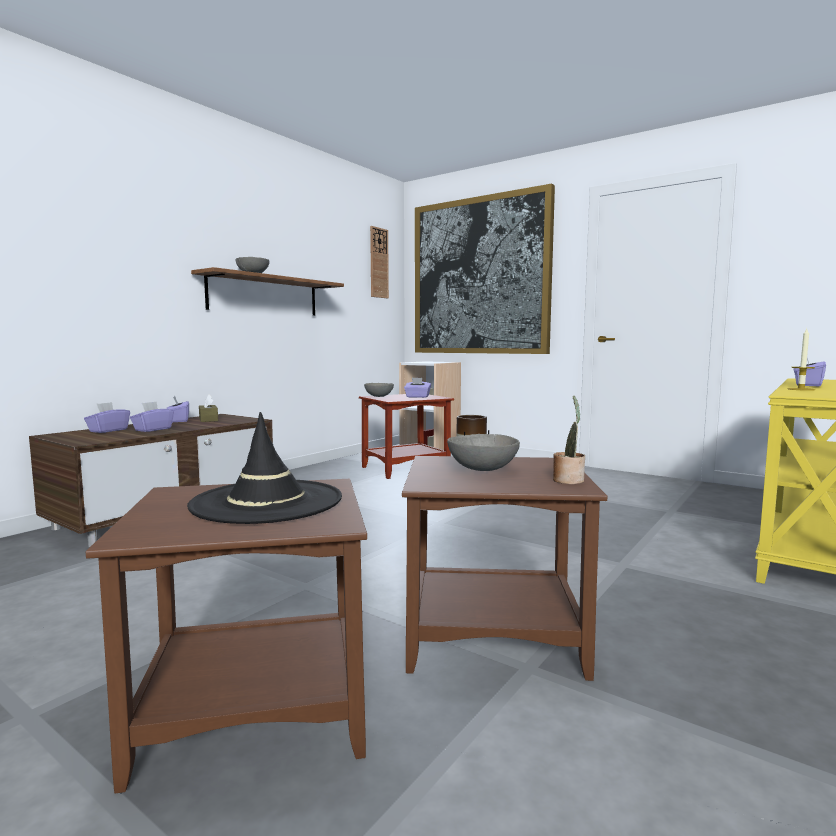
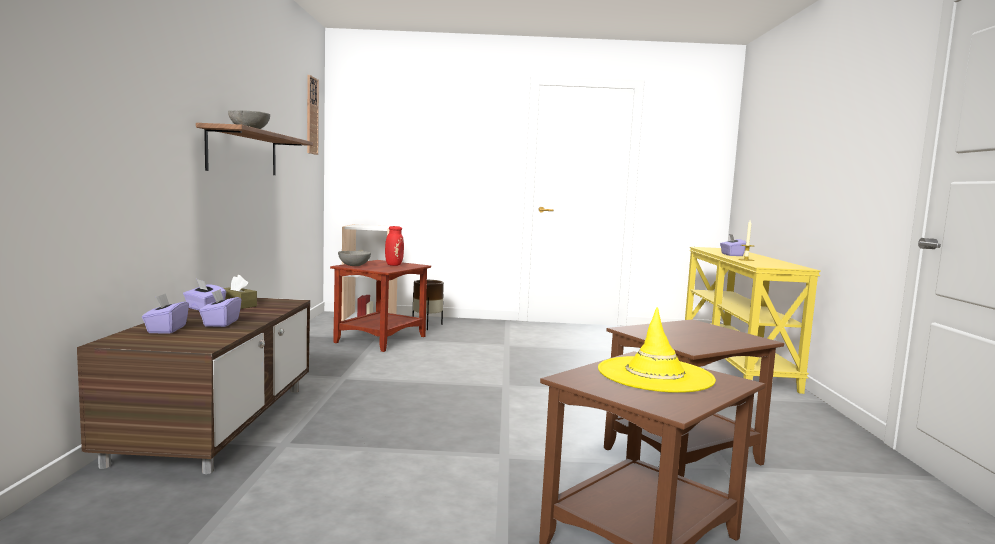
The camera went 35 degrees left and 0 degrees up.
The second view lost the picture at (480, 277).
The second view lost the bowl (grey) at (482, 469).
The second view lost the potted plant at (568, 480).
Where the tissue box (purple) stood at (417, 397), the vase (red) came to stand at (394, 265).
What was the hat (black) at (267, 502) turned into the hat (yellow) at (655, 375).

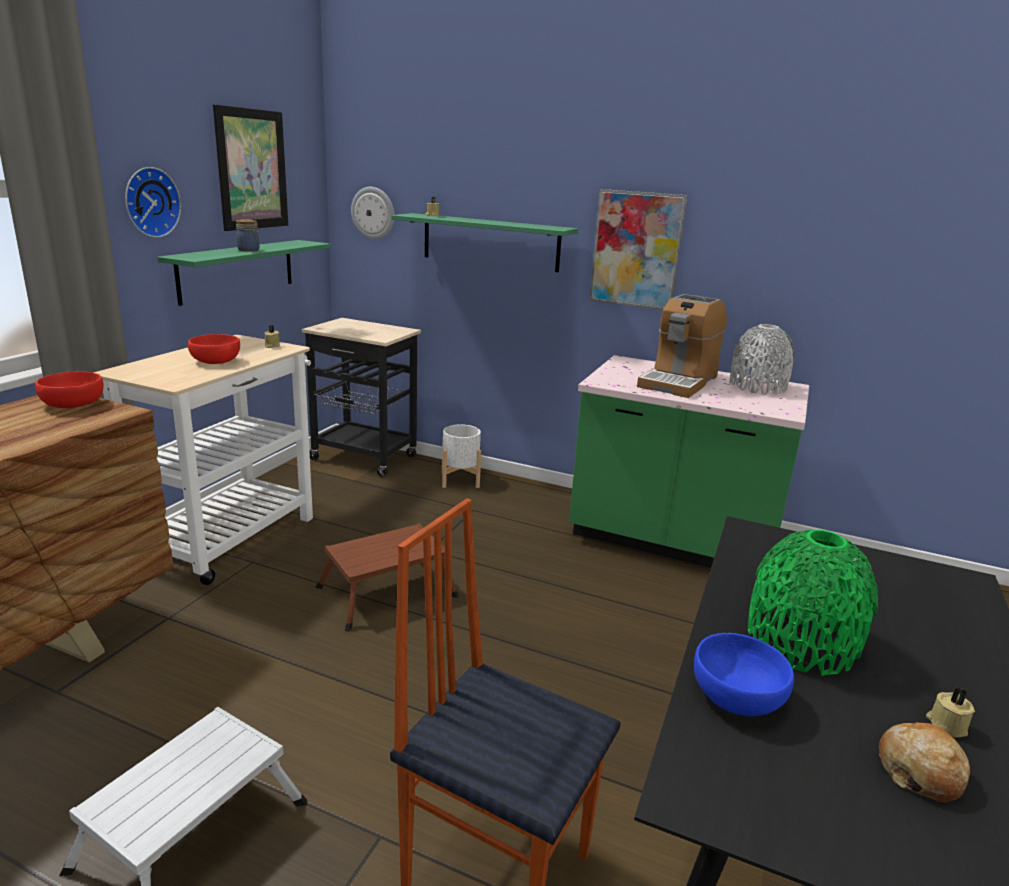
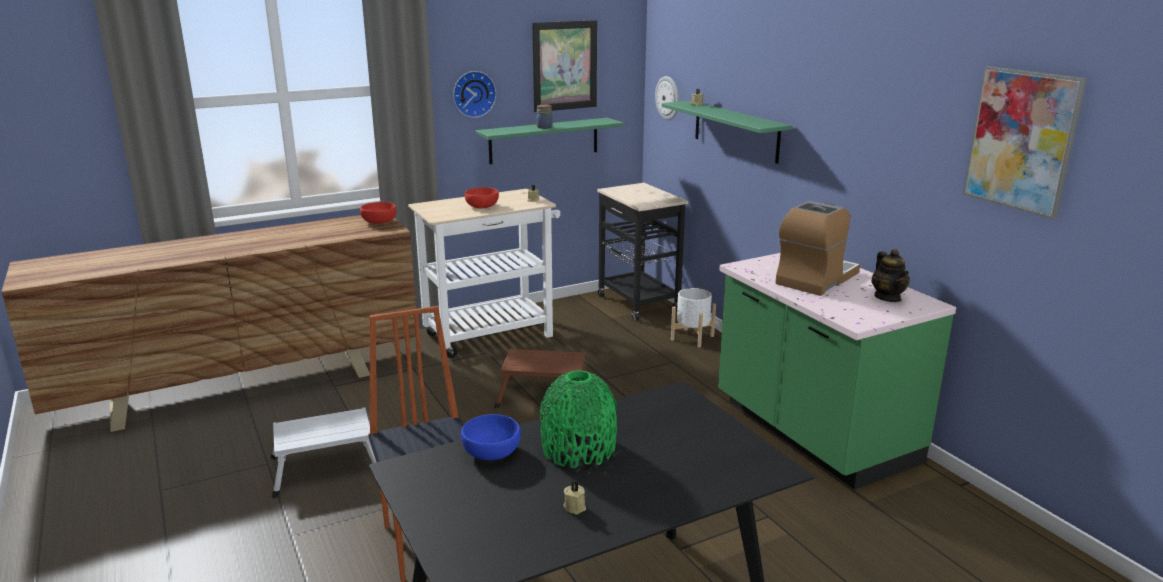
The camera went 40 degrees right and 0 degrees up.
The second view lost the bread at (920, 771).
The picture ended up elsewhere, having gone from (636, 249) to (1022, 140).
Where the vase (grey) stood at (757, 387), the teapot came to stand at (888, 297).
The coffee machine at (679, 381) ended up facing another way, 150 degrees clockwise from before.

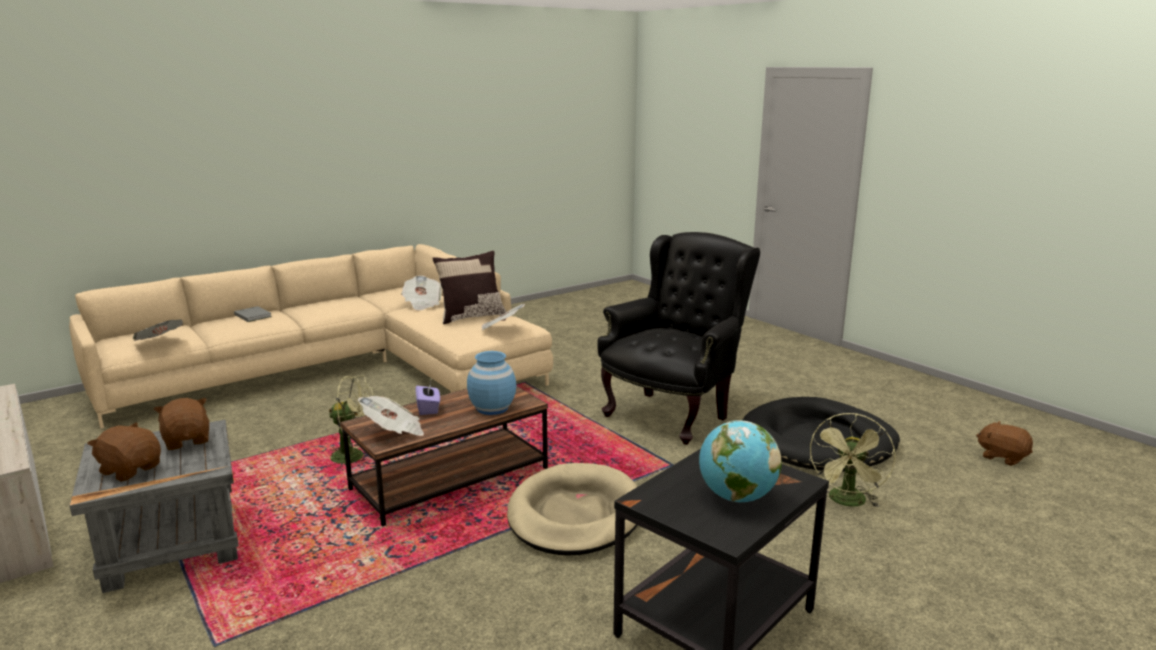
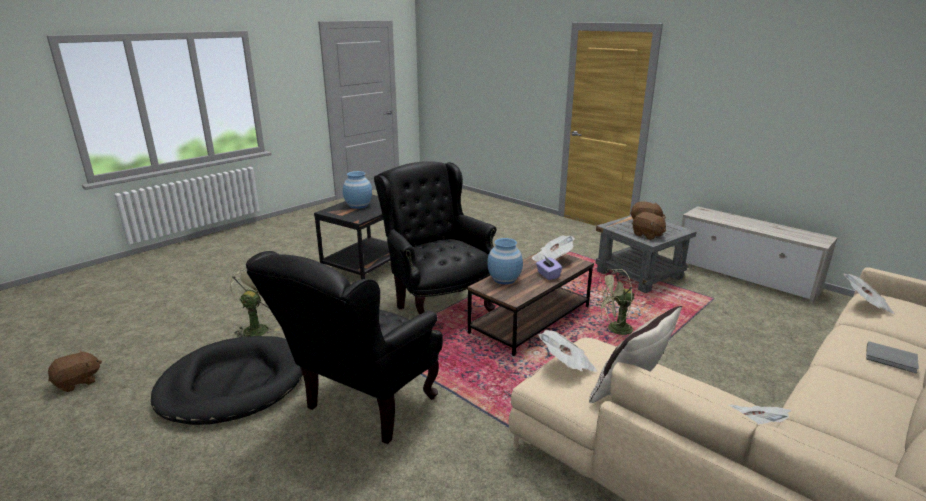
The camera went 170 degrees right and 5 degrees up.
Where the dog bed (beige) stood at (575, 515), the armchair (black) came to stand at (438, 305).
Where the globe stood at (736, 497), the vase (blue) came to stand at (358, 205).
The plush toy (brown) at (1002, 457) ended up facing another way, 75 degrees counterclockwise from before.

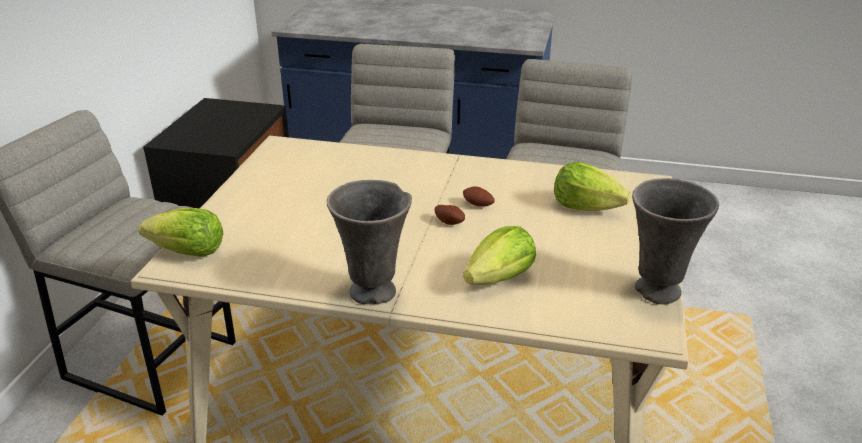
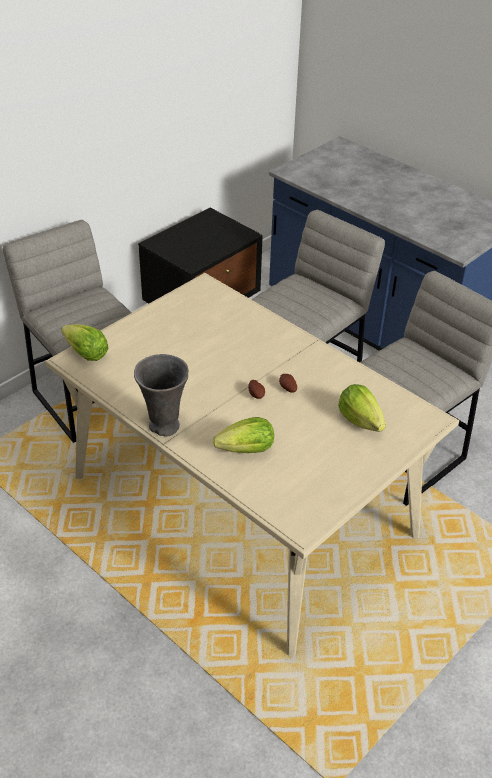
The camera went 30 degrees right and 10 degrees up.
The second view lost the vase (grey) at (657, 292).

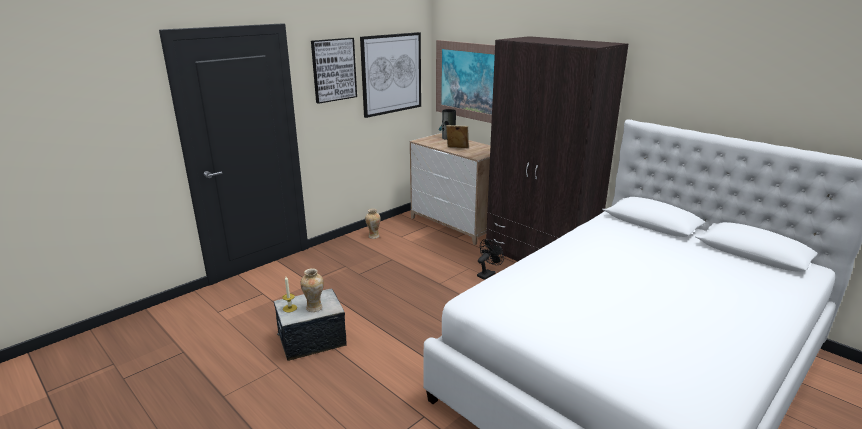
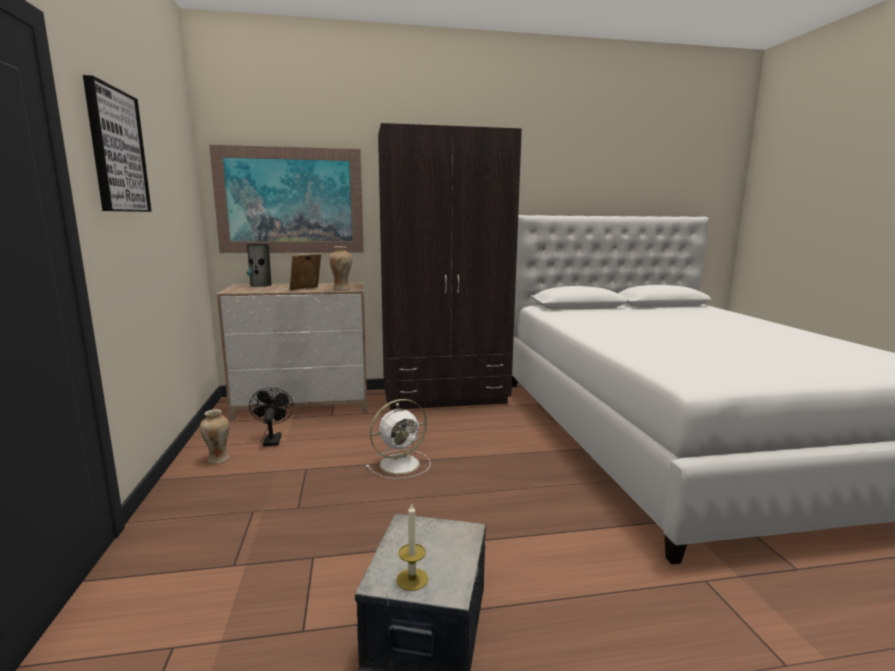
The camera went 55 degrees left and 10 degrees down.
The second view lost the picture at (391, 74).
The second view gained the fan (white) at (401, 464).
The vase ended up elsewhere, having gone from (314, 308) to (342, 289).
The fan (black) ended up elsewhere, having gone from (488, 274) to (272, 439).

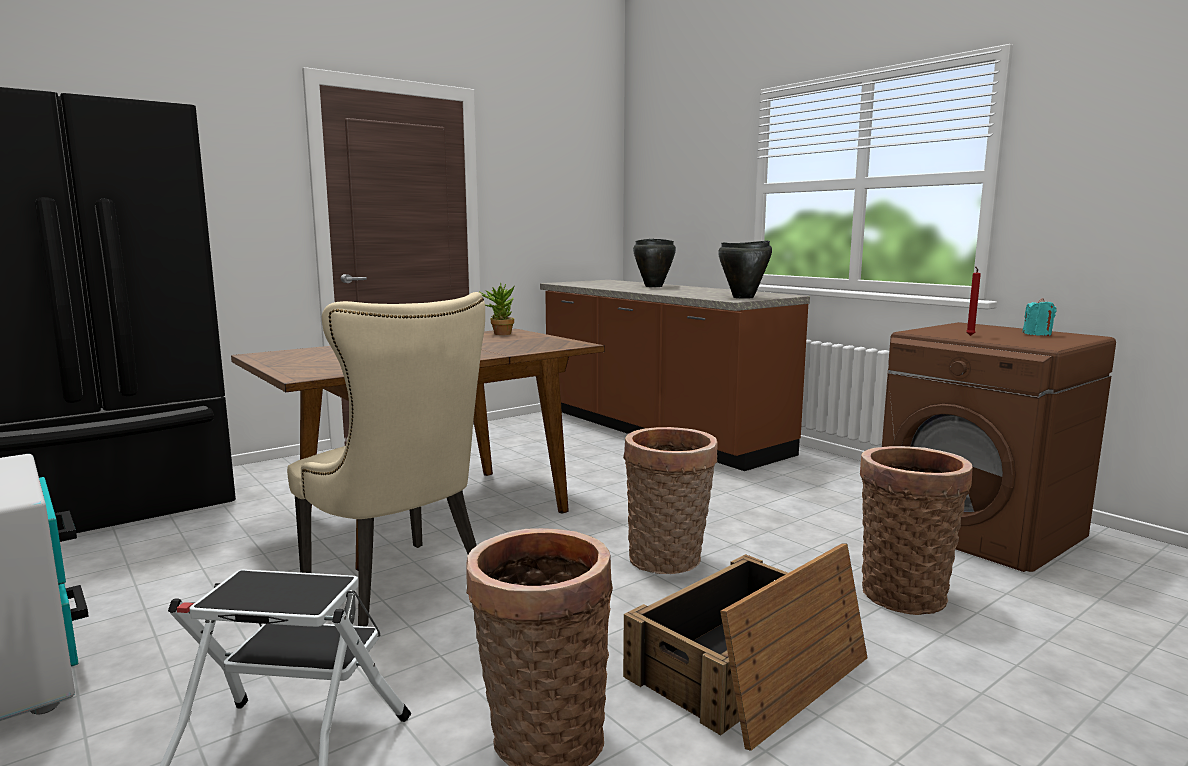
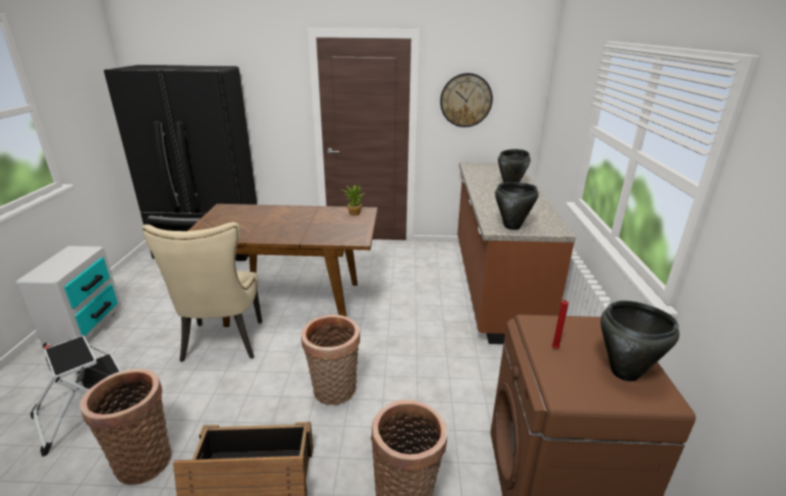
The camera went 40 degrees right and 15 degrees up.
The second view gained the wall clock at (466, 100).
Where the candle (turquoise) stood at (1037, 334), the cooking pot (black) came to stand at (625, 373).

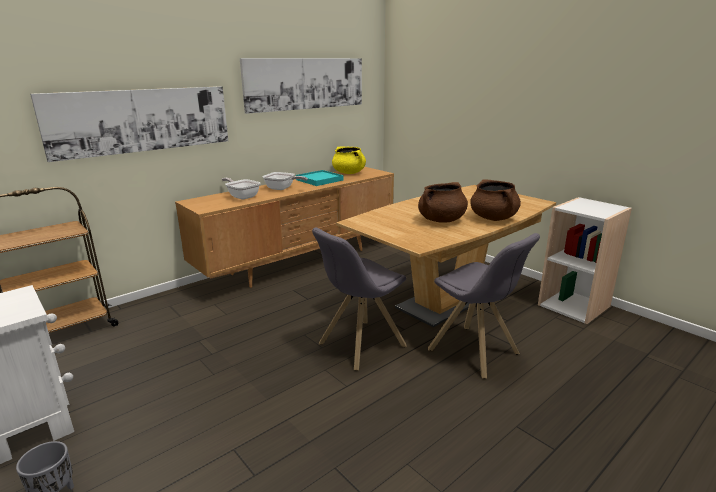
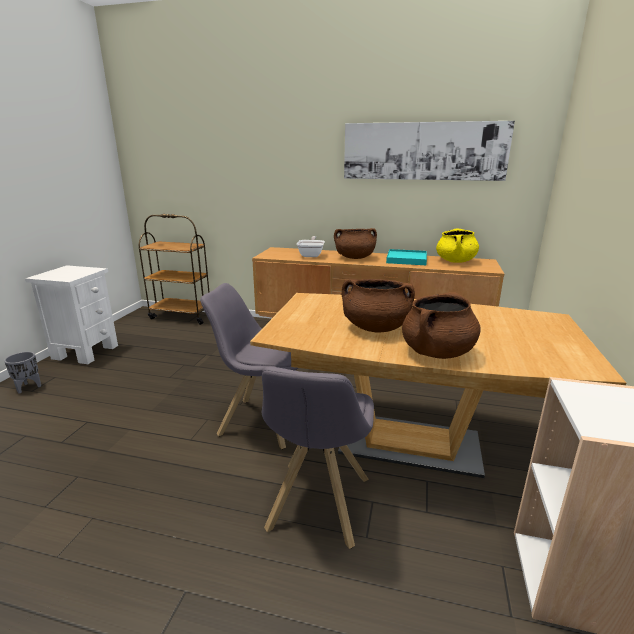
The camera went 55 degrees right and 0 degrees up.
The second view lost the picture at (142, 120).
Where the frying pan stood at (282, 189), the cooking pot (brown) came to stand at (354, 257).

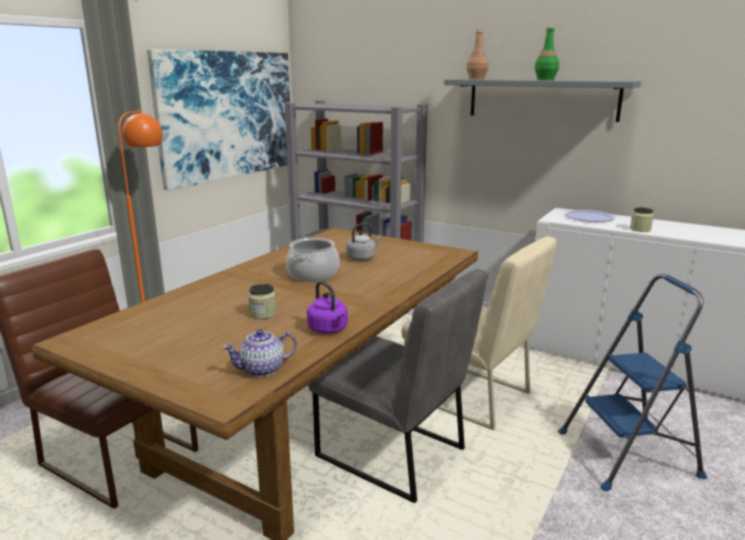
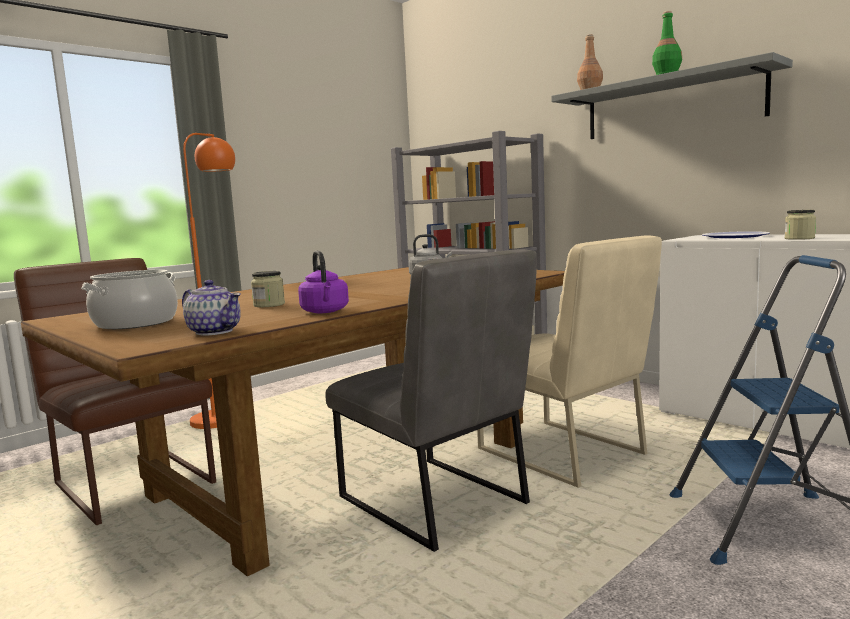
The camera went 15 degrees right and 10 degrees down.
The second view lost the picture at (228, 115).
The cooking pot ended up elsewhere, having gone from (313, 274) to (135, 323).
The teapot at (263, 369) ended up facing another way, 135 degrees counterclockwise from before.

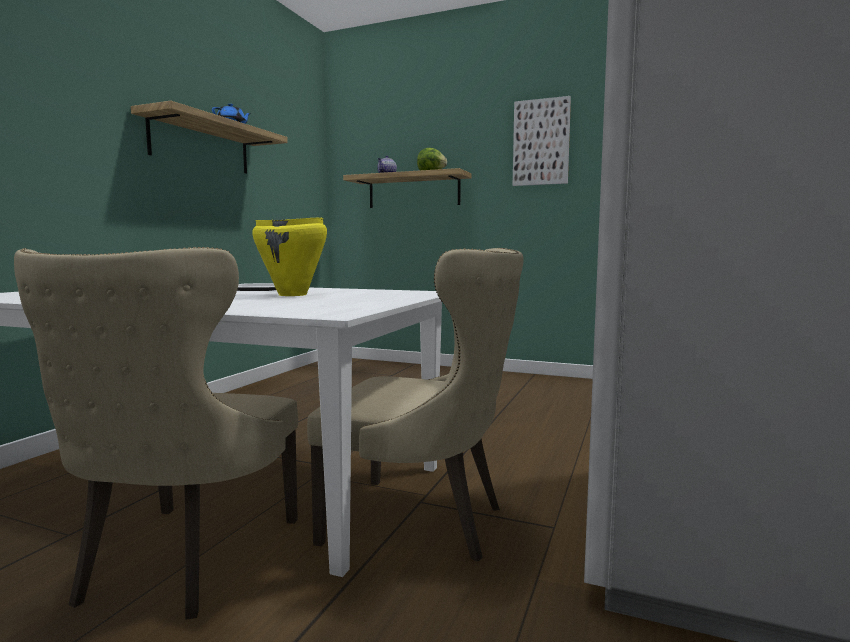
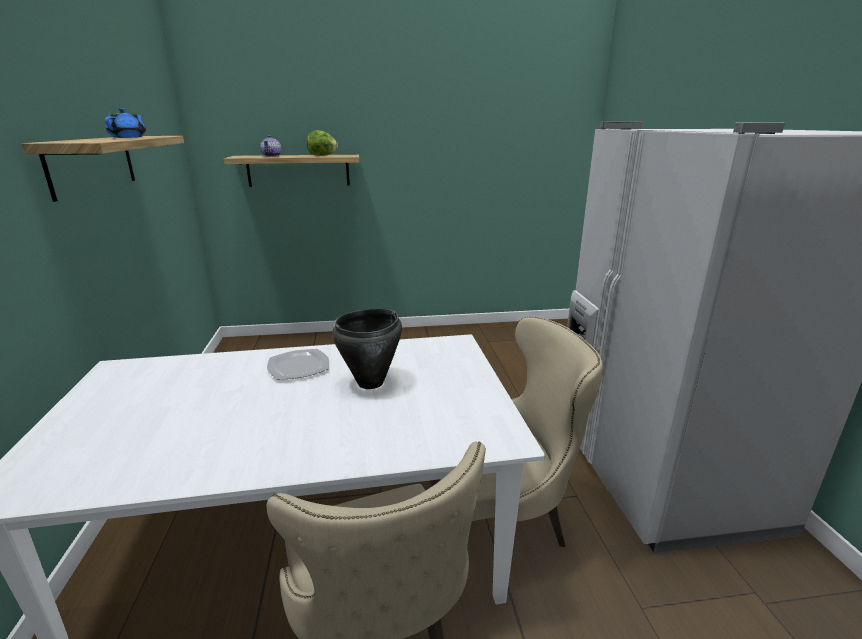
The camera went 30 degrees left and 15 degrees up.
The second view lost the picture at (541, 142).
What was the cooking pot (yellow) at (293, 295) turned into the cooking pot (black) at (371, 383).

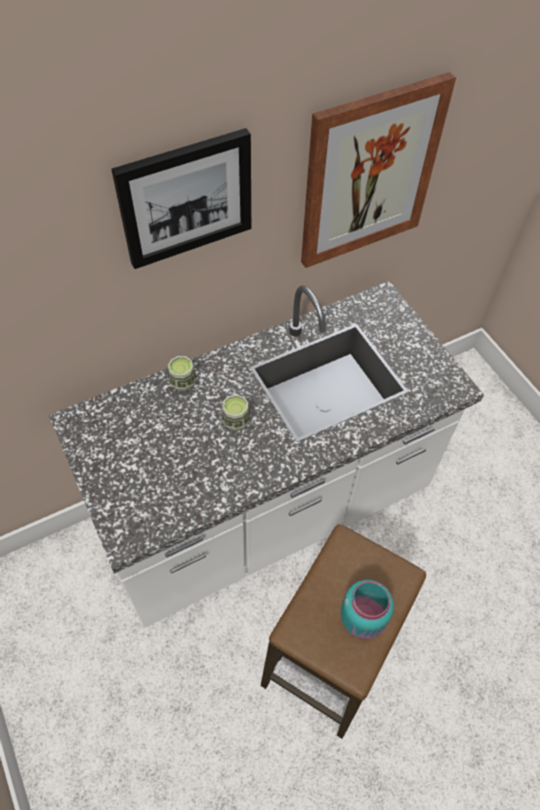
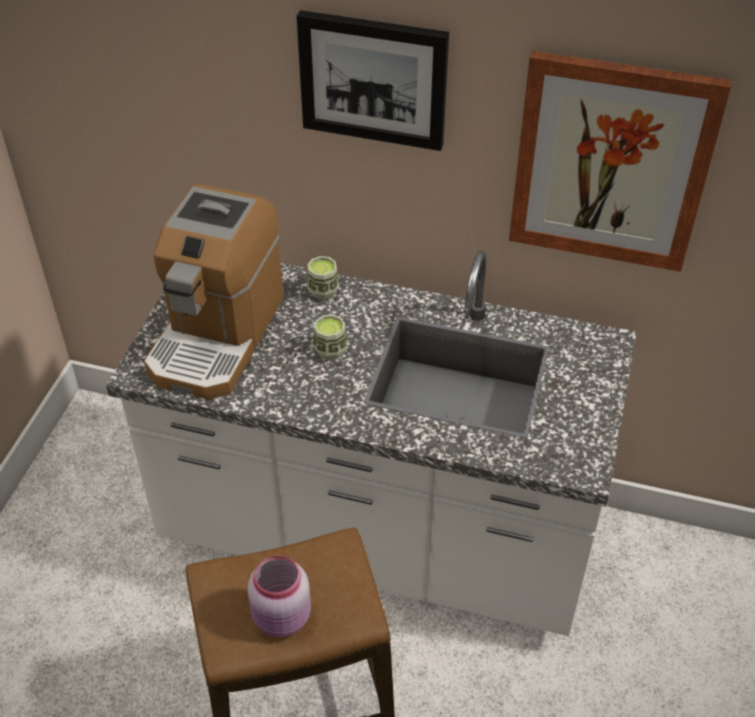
The camera went 45 degrees right and 10 degrees down.
The second view gained the coffee machine at (217, 335).
What was the jar (turquoise) at (364, 619) turned into the jar (pink) at (282, 619).

